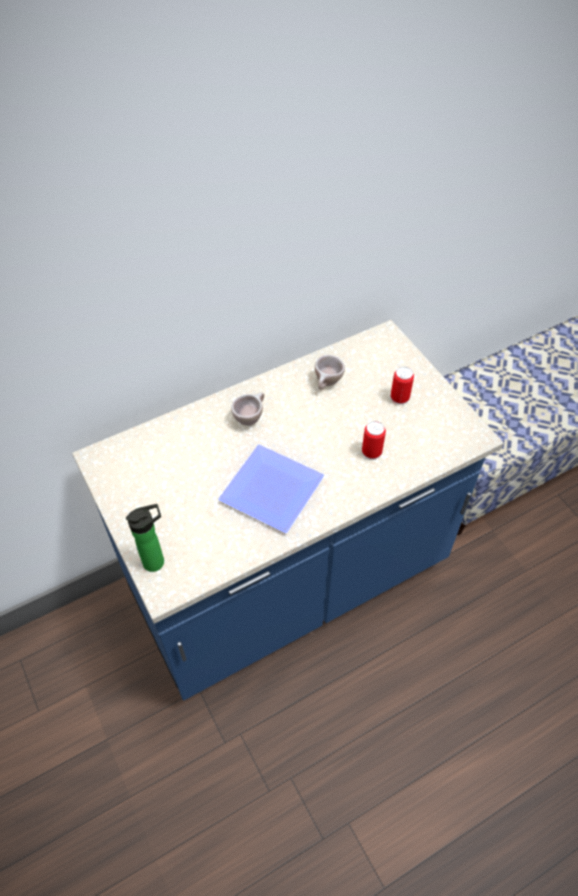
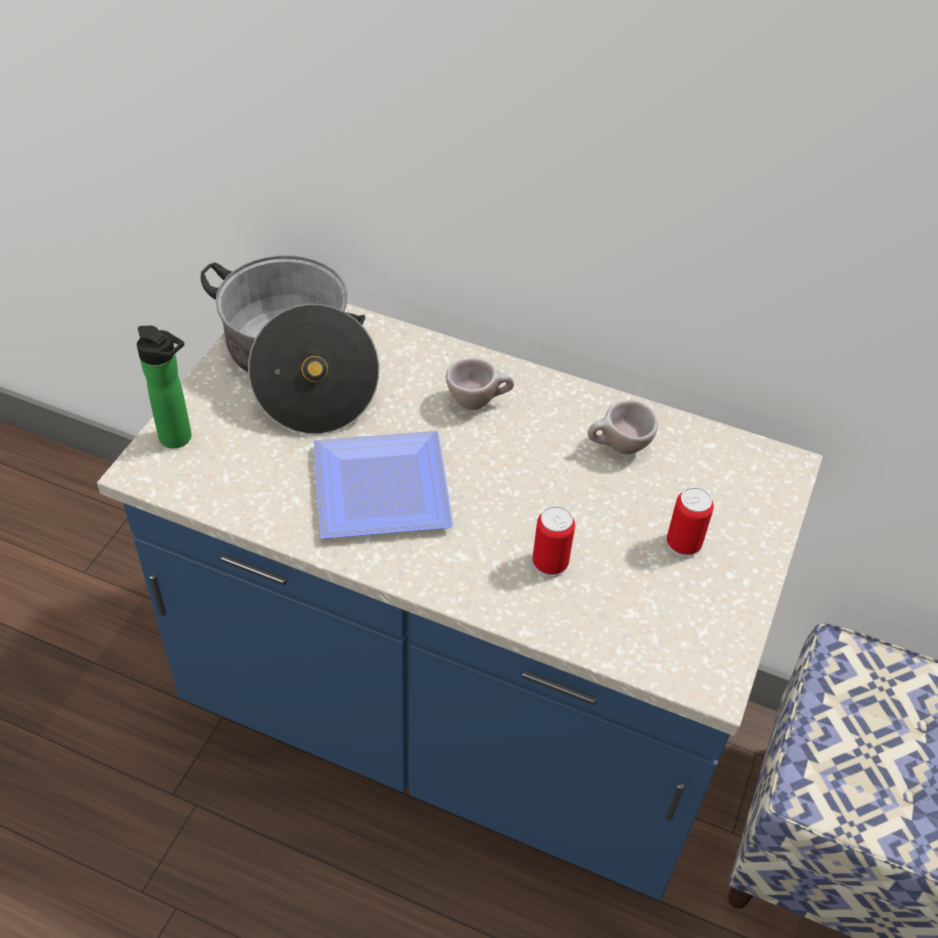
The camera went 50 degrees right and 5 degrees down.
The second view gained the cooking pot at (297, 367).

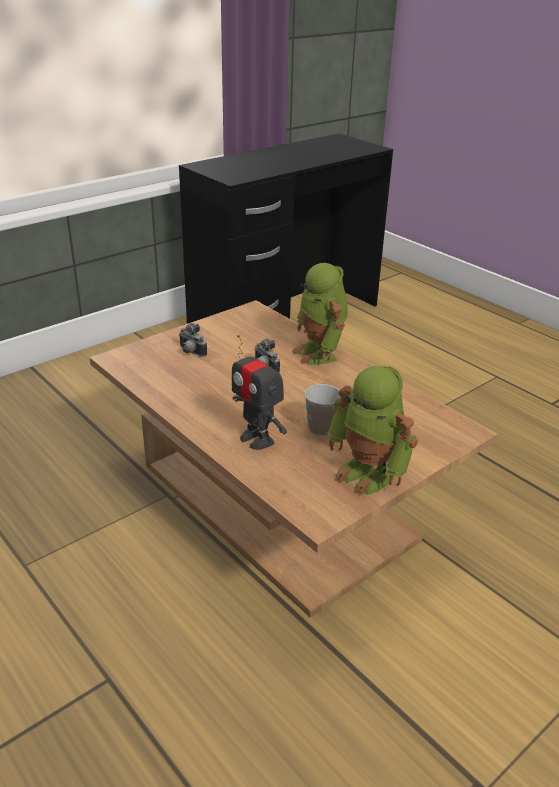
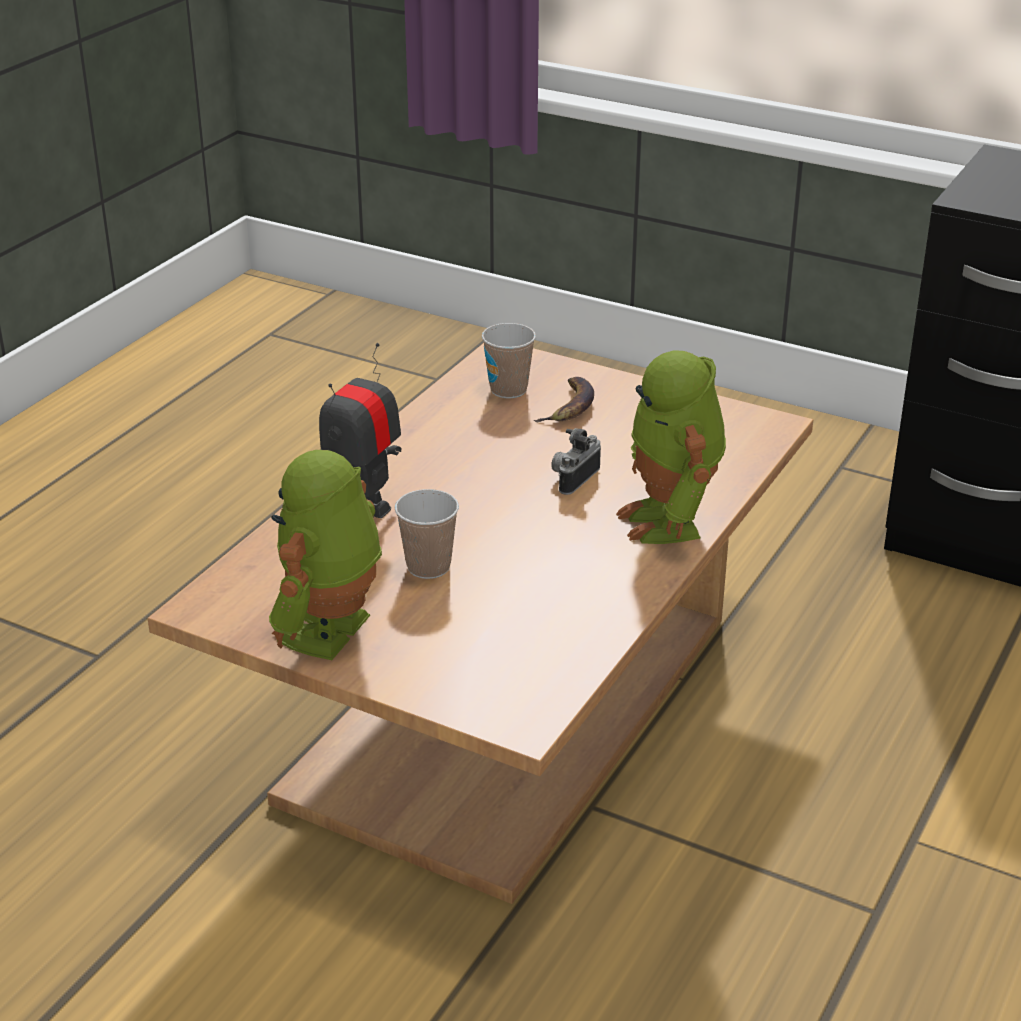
The camera went 70 degrees right and 0 degrees up.
The second view gained the cup at (508, 390).
Where the photo camera stood at (190, 352), the banana came to stand at (569, 406).
The toy robot at (320, 353) ended up facing another way, 60 degrees counterclockwise from before.

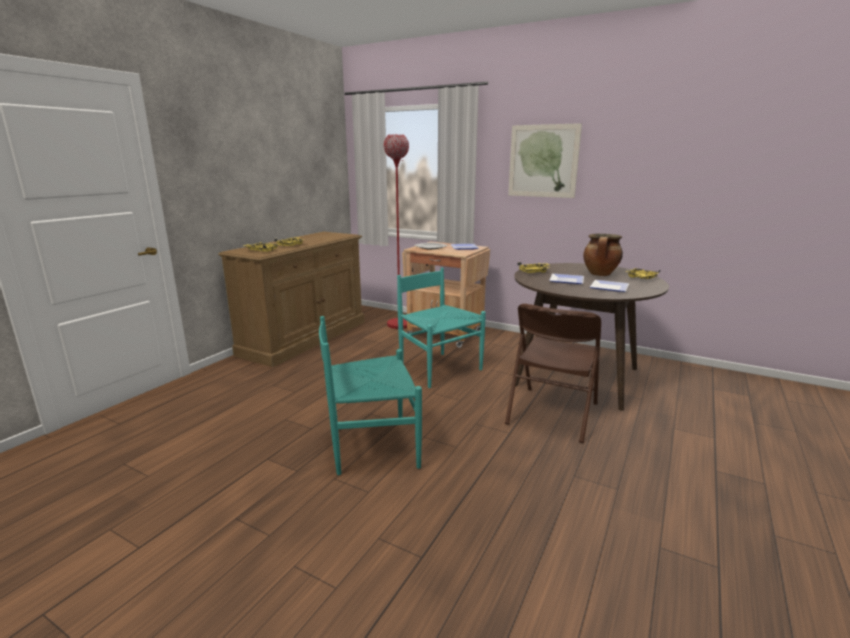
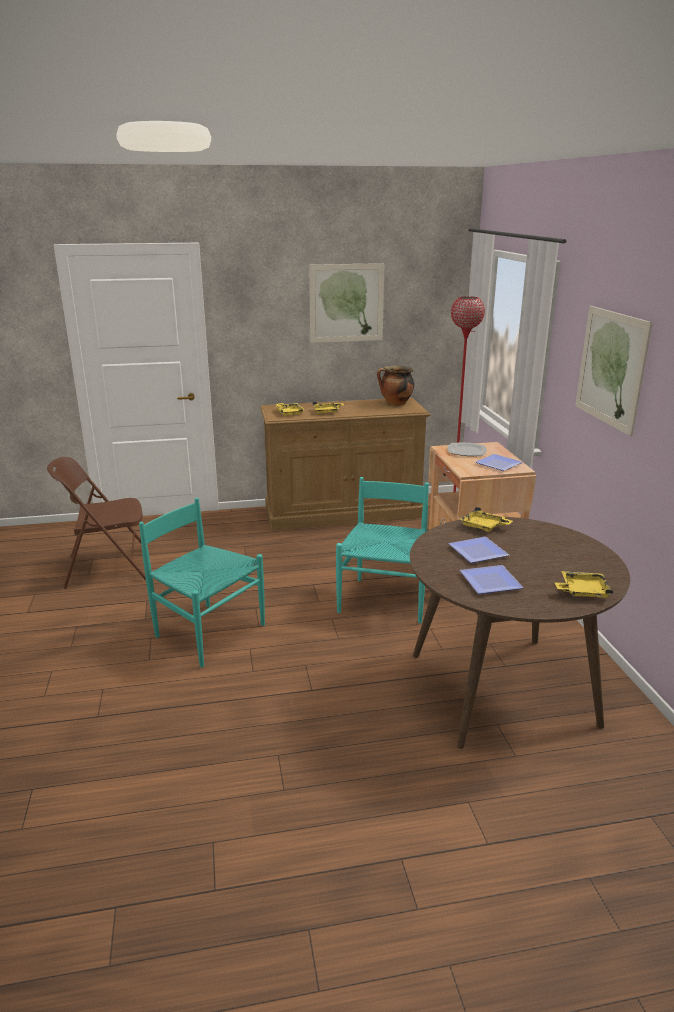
The camera went 50 degrees right and 5 degrees up.
The second view gained the picture at (346, 303).
The chair (brown) ended up elsewhere, having gone from (552, 413) to (108, 567).
The cooking pot ended up elsewhere, having gone from (600, 274) to (395, 404).

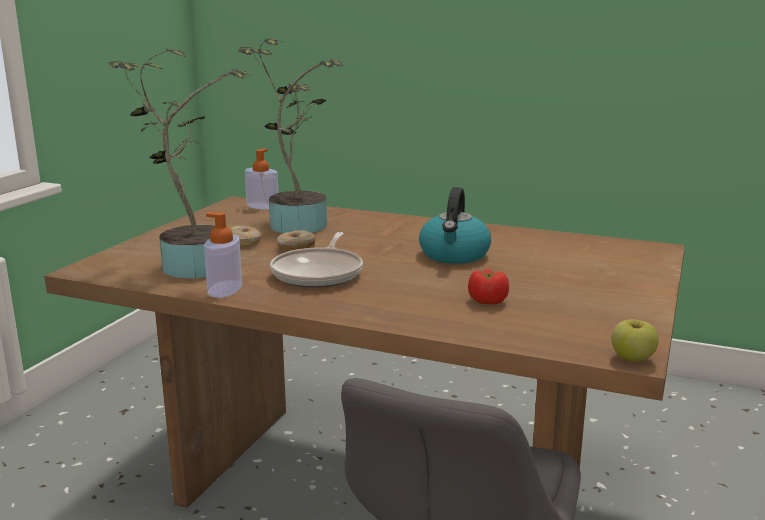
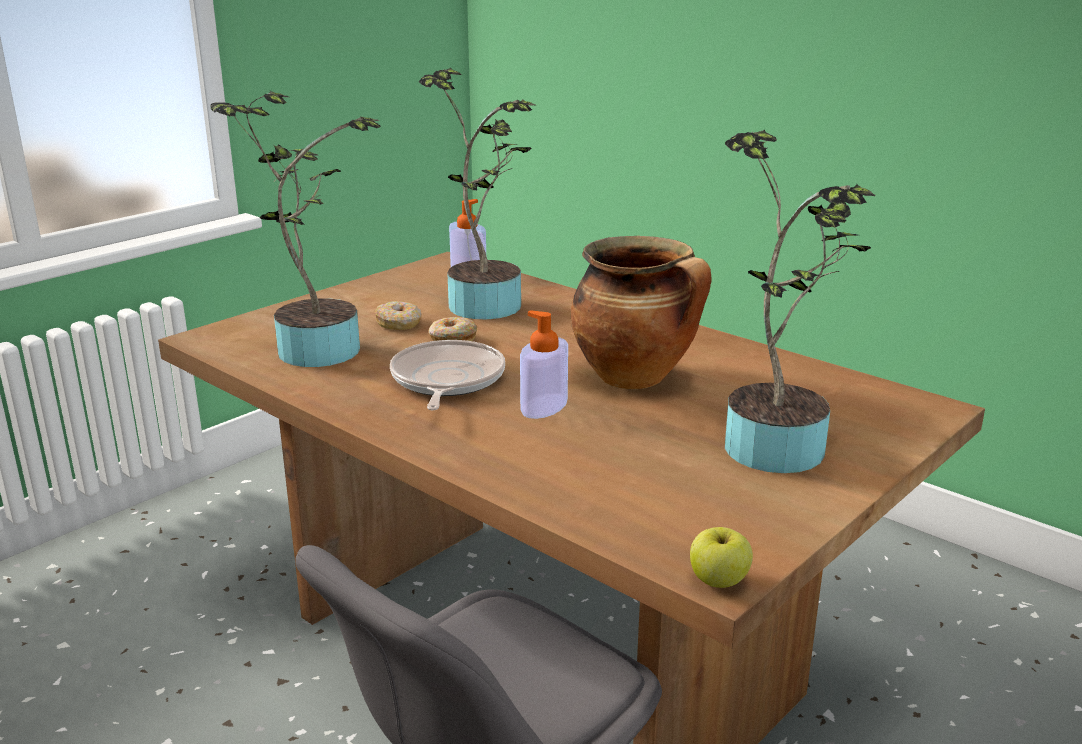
The camera went 20 degrees right and 5 degrees up.
The second view lost the tomato at (487, 301).
The second view gained the potted plant at (779, 444).
The soap dispenser ended up elsewhere, having gone from (225, 289) to (544, 406).
Where the kettle stood at (454, 255), the cooking pot came to stand at (636, 378).
The frying pan at (319, 273) ended up facing another way, 150 degrees clockwise from before.

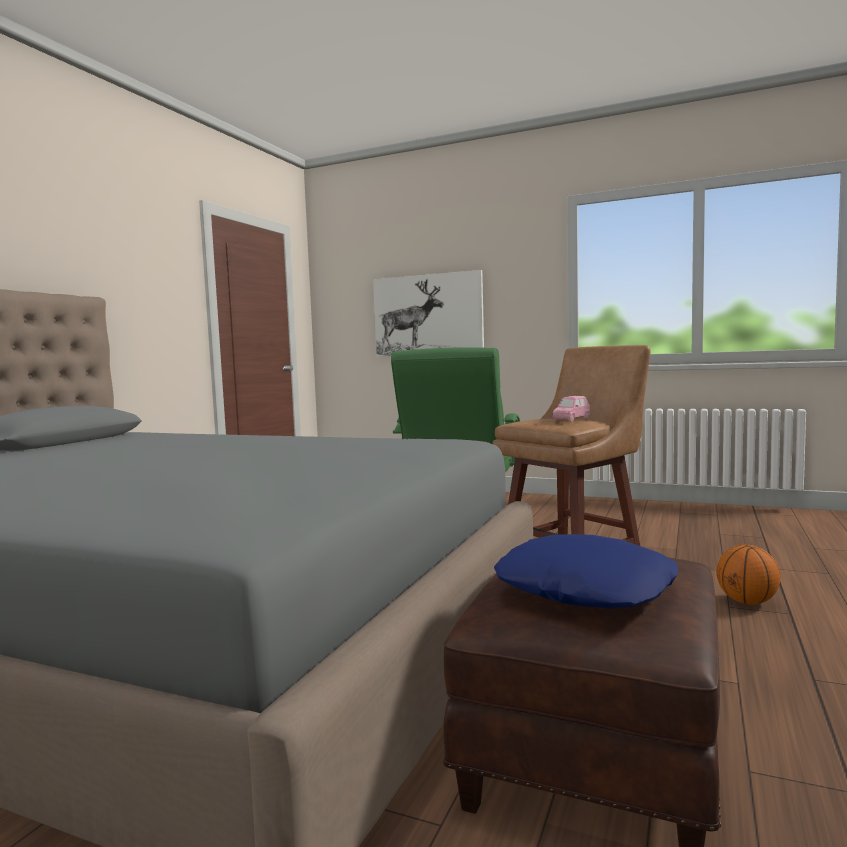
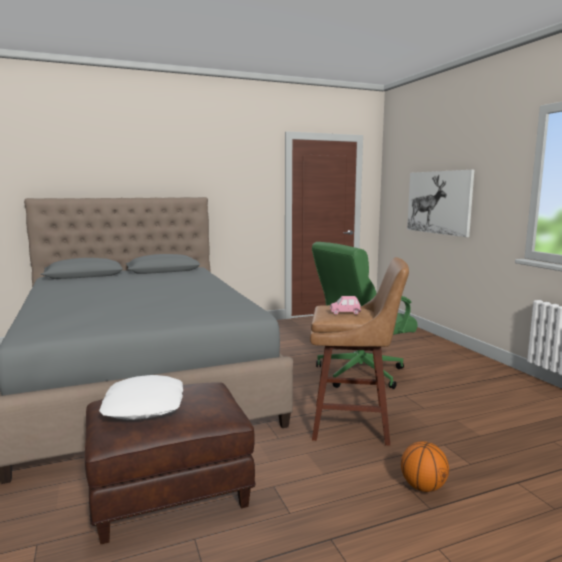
The camera went 45 degrees right and 5 degrees up.
What was the pillow (blue) at (586, 588) turned into the pillow (white) at (145, 406).

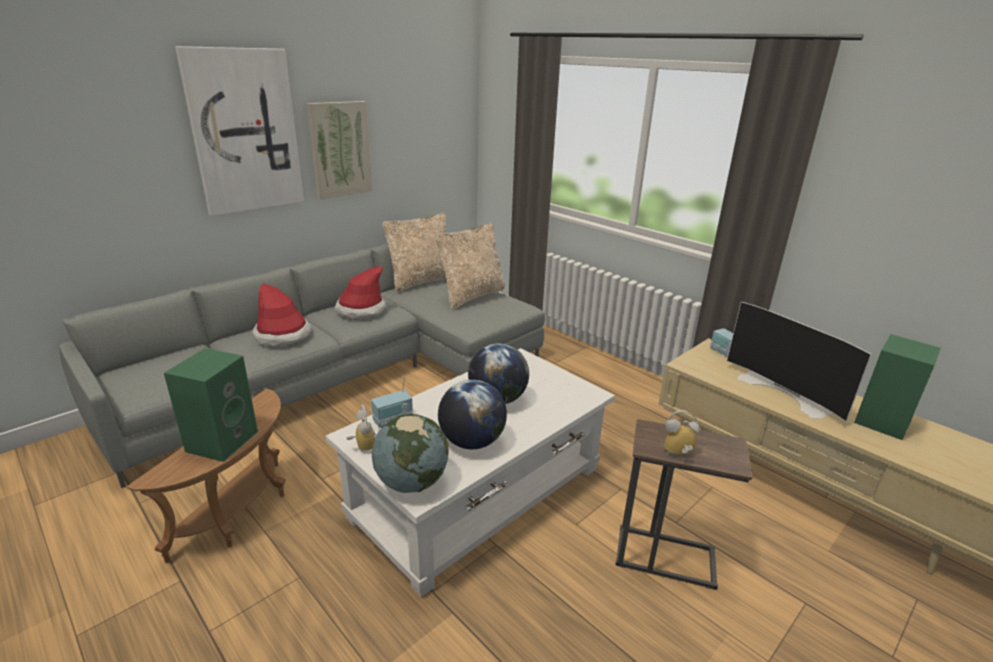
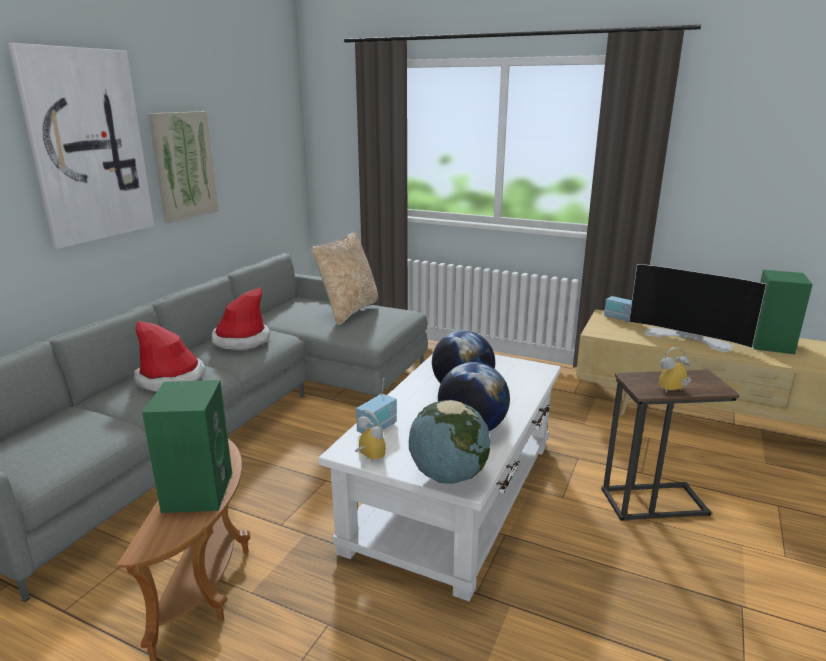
The camera went 20 degrees left and 5 degrees down.
The second view lost the pillow (beige) at (422, 282).

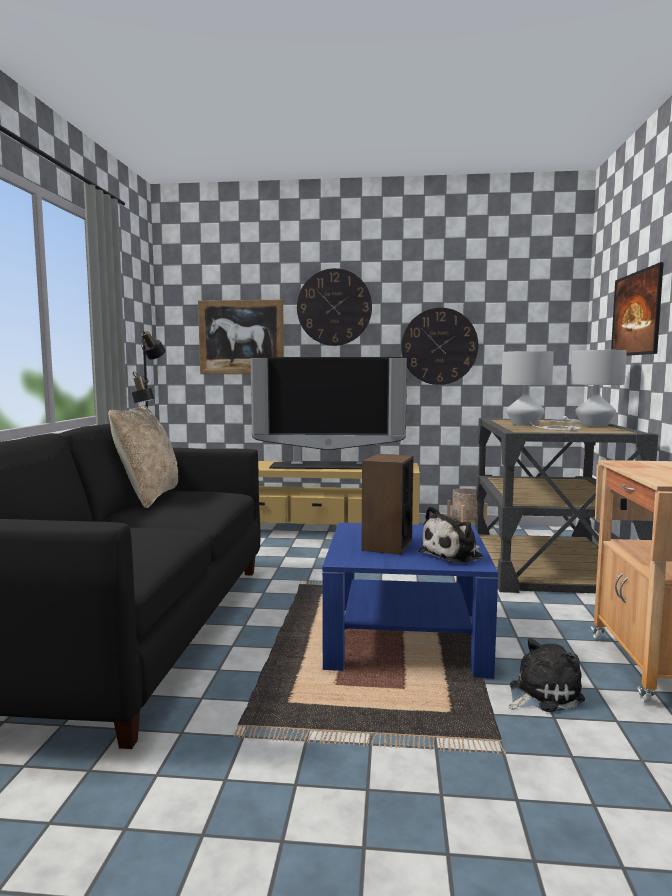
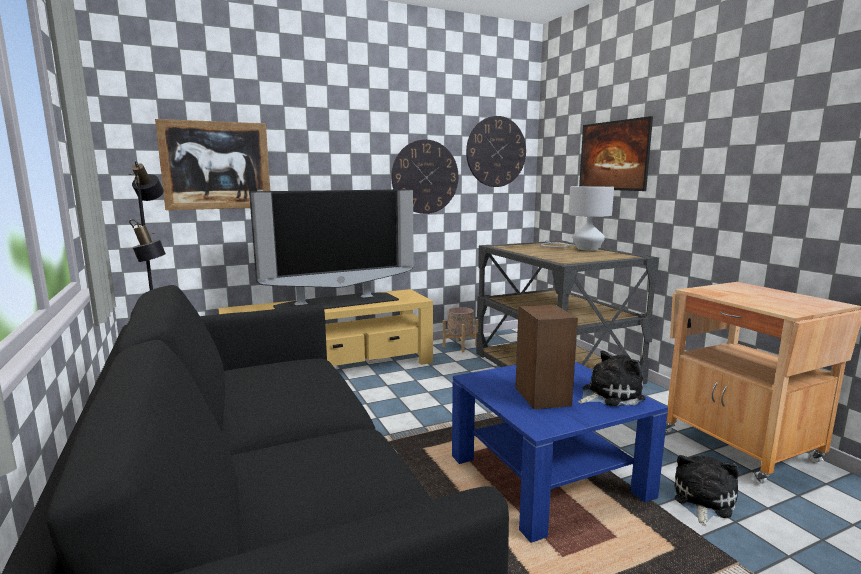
The camera went 30 degrees left and 5 degrees up.
The second view lost the pillow (beige) at (149, 498).
The second view lost the table lamp (white) at (538, 426).
The wall clock ended up elsewhere, having gone from (334, 307) to (496, 152).
The plush toy at (454, 555) ended up facing another way, 135 degrees counterclockwise from before.

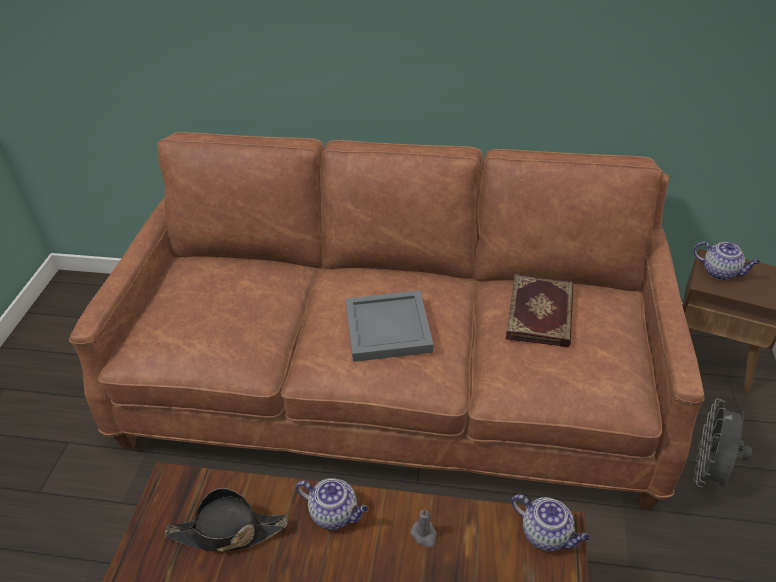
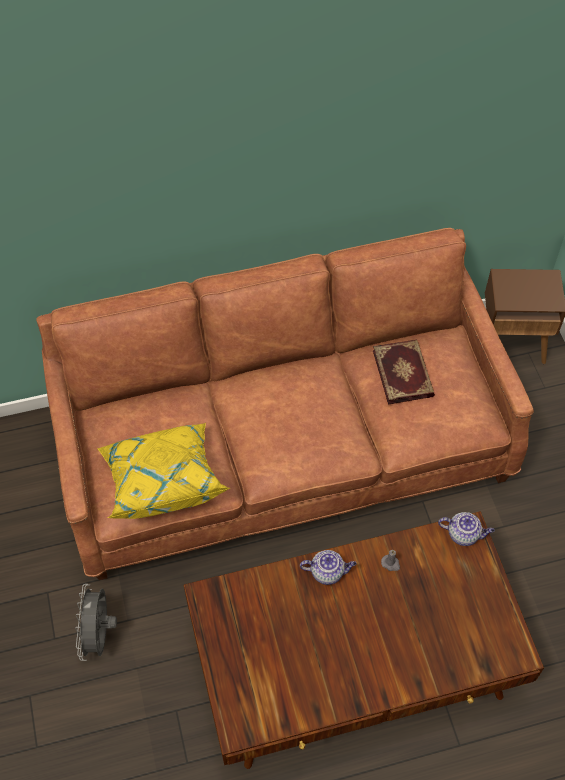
The camera went 25 degrees left and 15 degrees up.
The second view lost the hat (black) at (227, 531).
The second view lost the tray (grey) at (386, 327).
The second view lost the teapot at (721, 272).
The second view gained the pillow (yellow) at (162, 480).
The fan (grey) ended up elsewhere, having gone from (709, 471) to (99, 635).

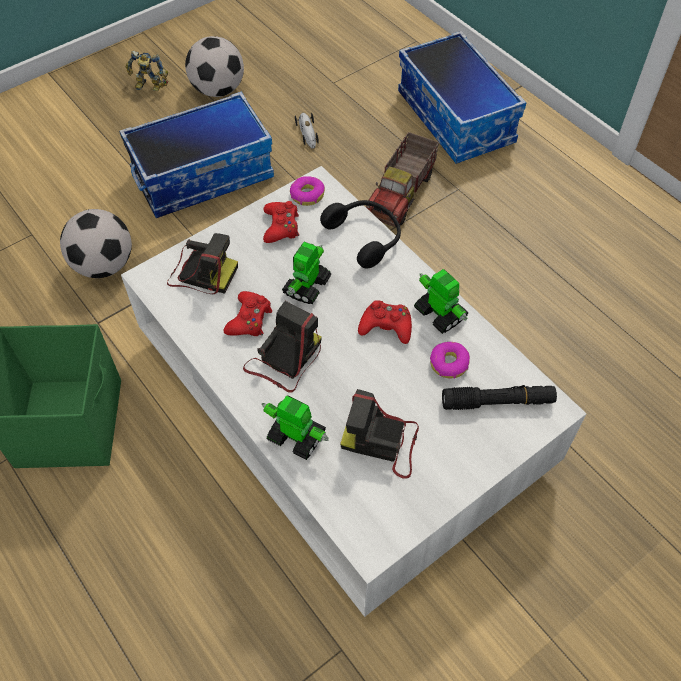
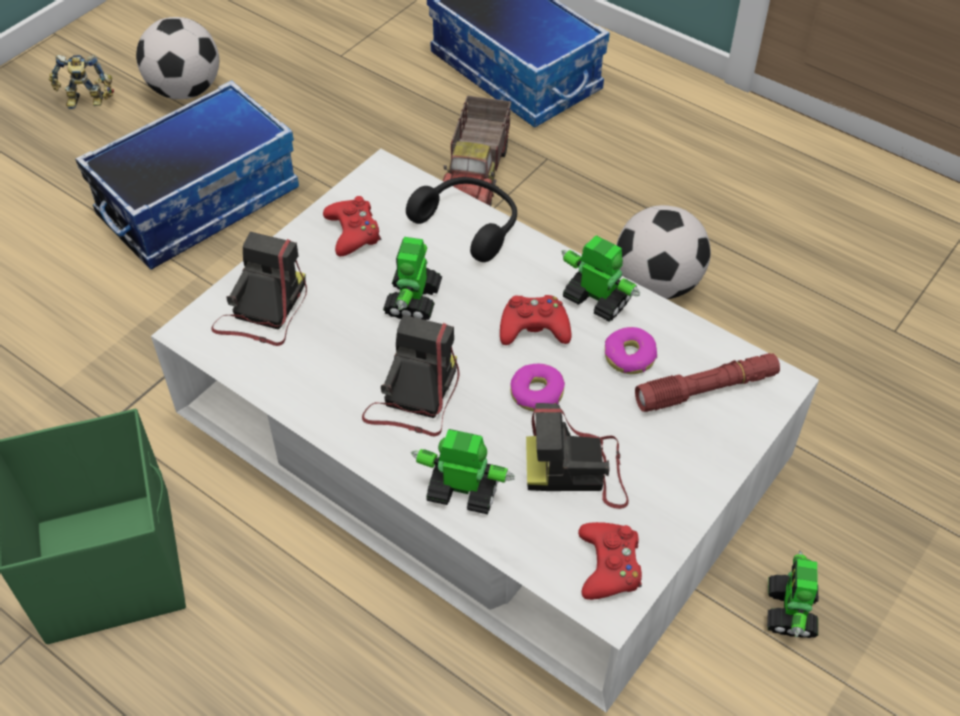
The camera went 15 degrees left and 5 degrees down.
The second view lost the toy car at (307, 133).
The second view gained the toy robot at (790, 611).
The football ended up elsewhere, having gone from (104, 265) to (657, 284).
The game controller (red) ended up elsewhere, having gone from (249, 319) to (609, 566).
The donut ended up elsewhere, having gone from (307, 195) to (536, 393).
What was the flashlight (black) at (497, 402) turned into the flashlight (red) at (706, 389).
The photo camera at (201, 272) ended up facing another way, 75 degrees counterclockwise from before.

